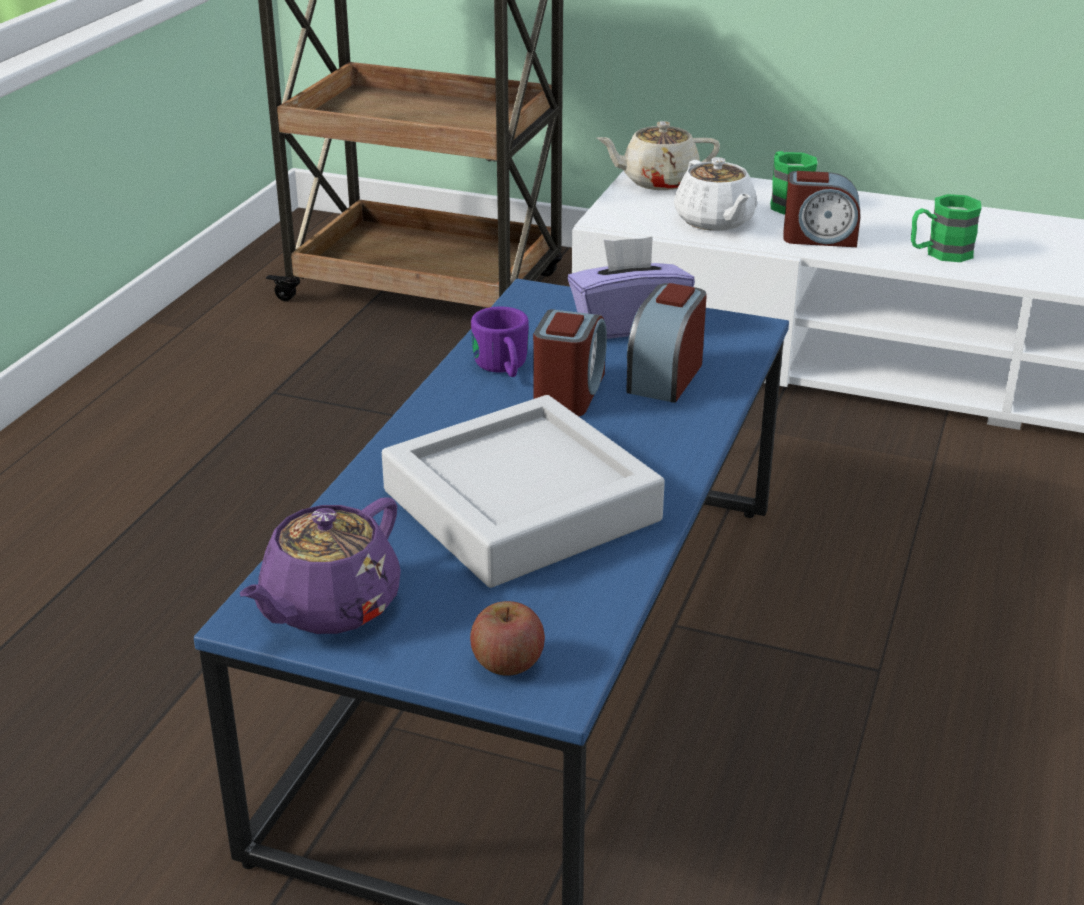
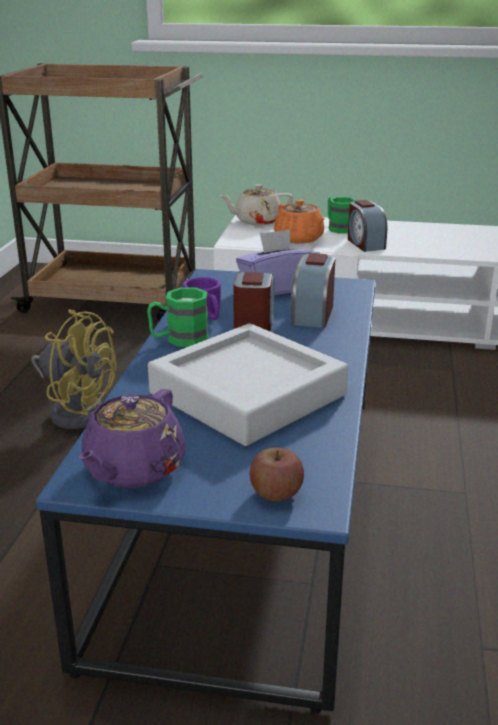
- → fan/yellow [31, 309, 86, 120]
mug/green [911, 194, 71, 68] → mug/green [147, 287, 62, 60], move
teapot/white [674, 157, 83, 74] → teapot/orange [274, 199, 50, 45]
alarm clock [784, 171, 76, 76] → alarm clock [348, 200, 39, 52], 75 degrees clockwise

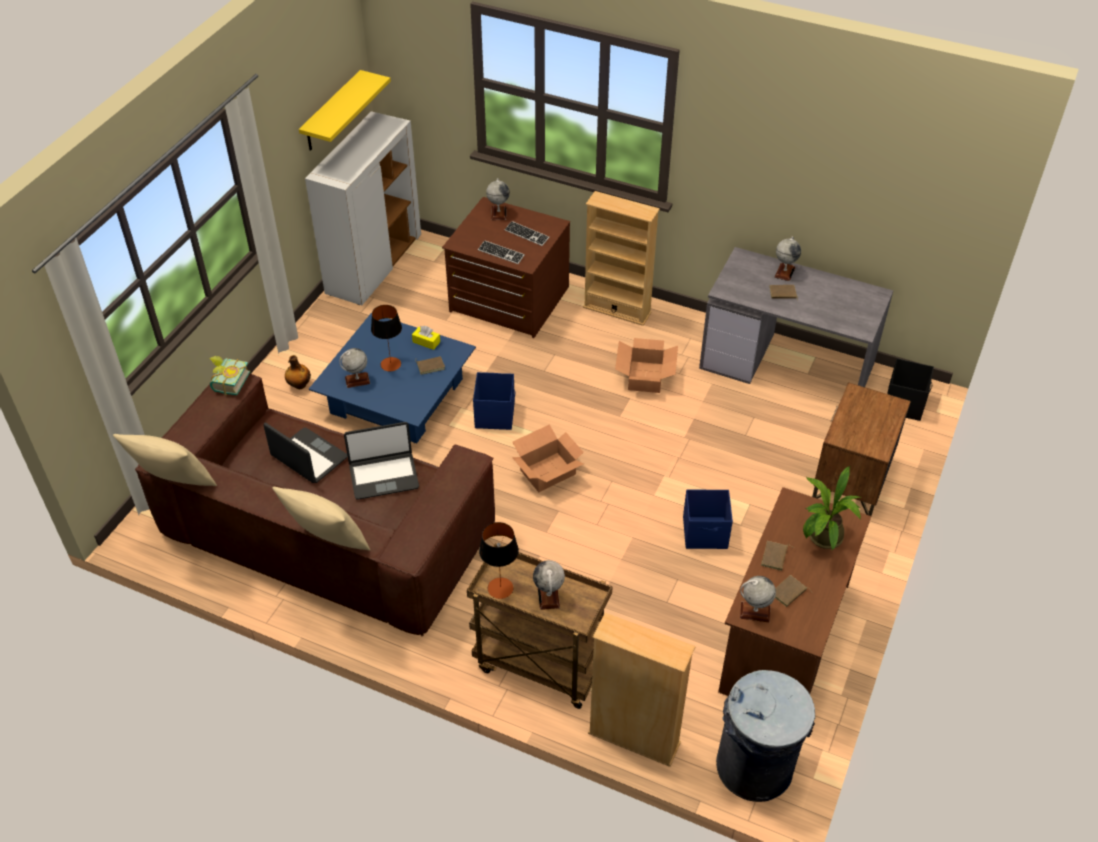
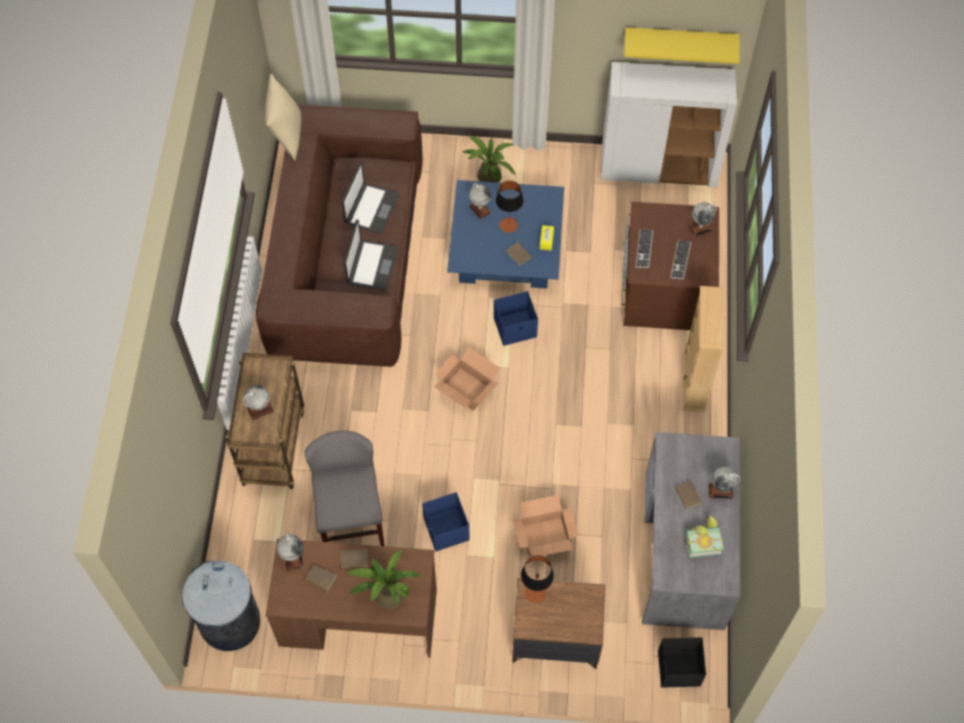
pillow/beige [272, 487, 98, 64] → -
bookcase/beige [588, 613, 108, 154] → -
- → chair/grey [305, 431, 79, 115]
book [210, 356, 40, 40] → book [685, 516, 39, 42], move
table lamp [479, 522, 40, 77] → table lamp [521, 555, 33, 48], move
cardboard box [615, 338, 63, 55] → cardboard box [513, 495, 66, 61], move
bottle [285, 355, 26, 34] → potted plant [462, 135, 54, 48]
laptop [344, 422, 75, 78] → laptop [344, 219, 54, 72], 135 degrees counterclockwise

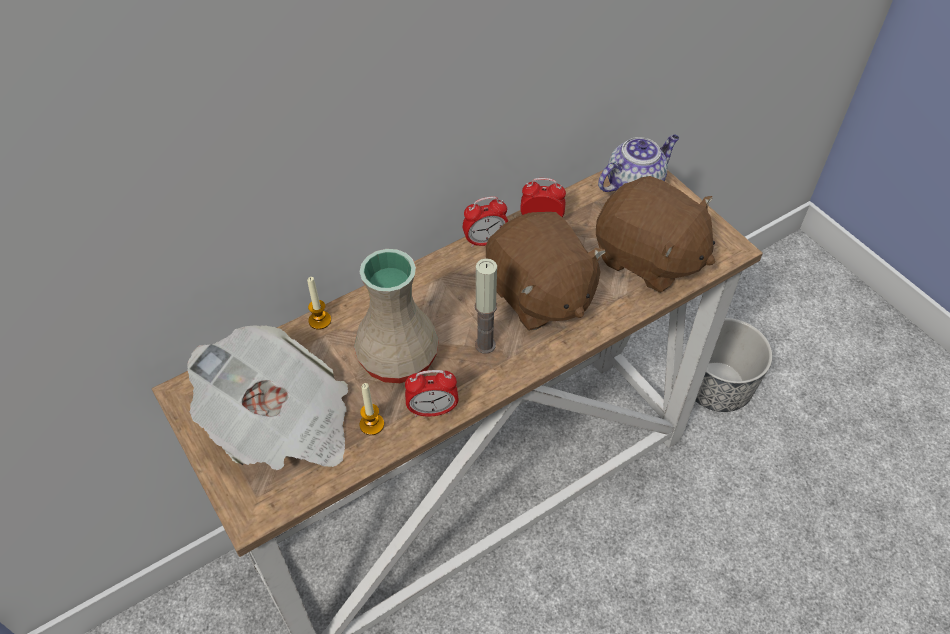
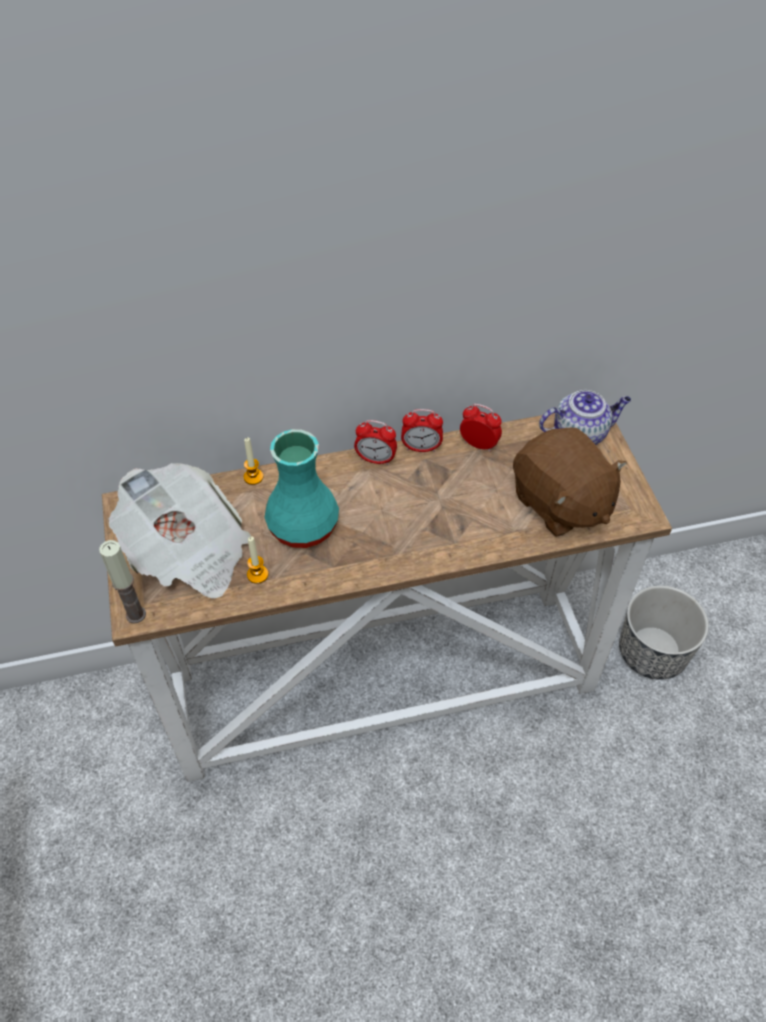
plush toy/brown [486, 212, 120, 119] → -
alarm clock [405, 370, 54, 47] → alarm clock [354, 420, 43, 45], move
candle [474, 258, 23, 96] → candle [99, 540, 47, 84], move
vase/beige [354, 249, 85, 134] → vase/turquoise [265, 429, 74, 119]

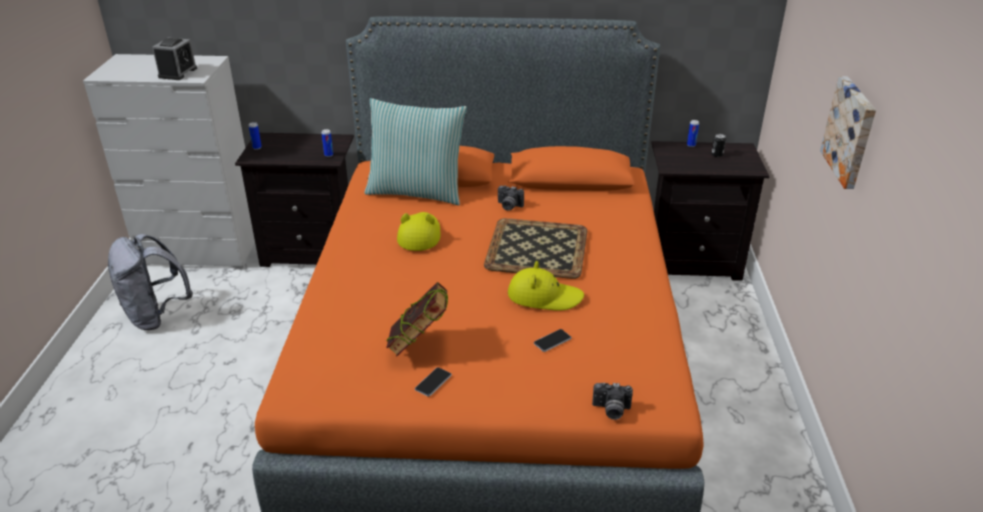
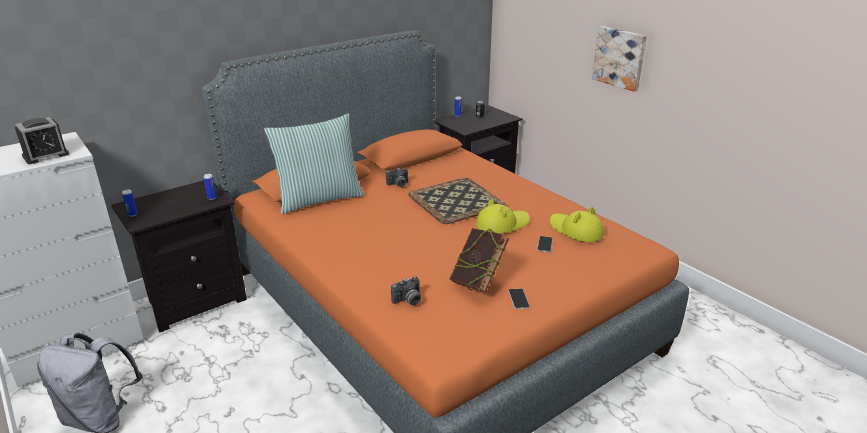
hat/yellow [397, 212, 43, 39] → hat/yellow [550, 207, 54, 35], move
photo camera [592, 383, 41, 37] → photo camera [391, 276, 30, 29], move
alarm clock [152, 38, 45, 42] → alarm clock [15, 117, 54, 47], 75 degrees clockwise

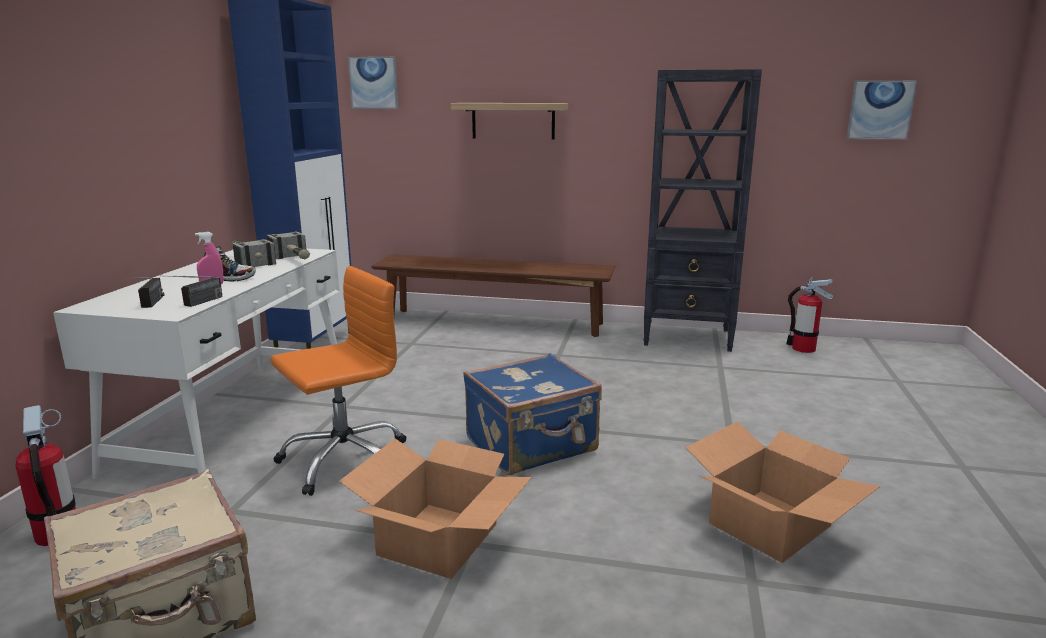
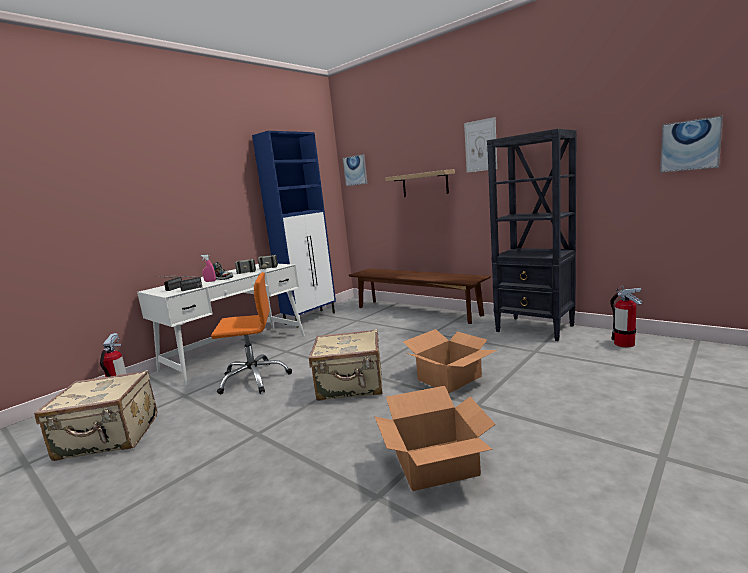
- → picture [464, 117, 33, 56]
cardboard box [339, 438, 193, 141] → cardboard box [403, 329, 94, 64], move
suitcase/blue [463, 353, 139, 122] → suitcase/beige [309, 329, 74, 72]

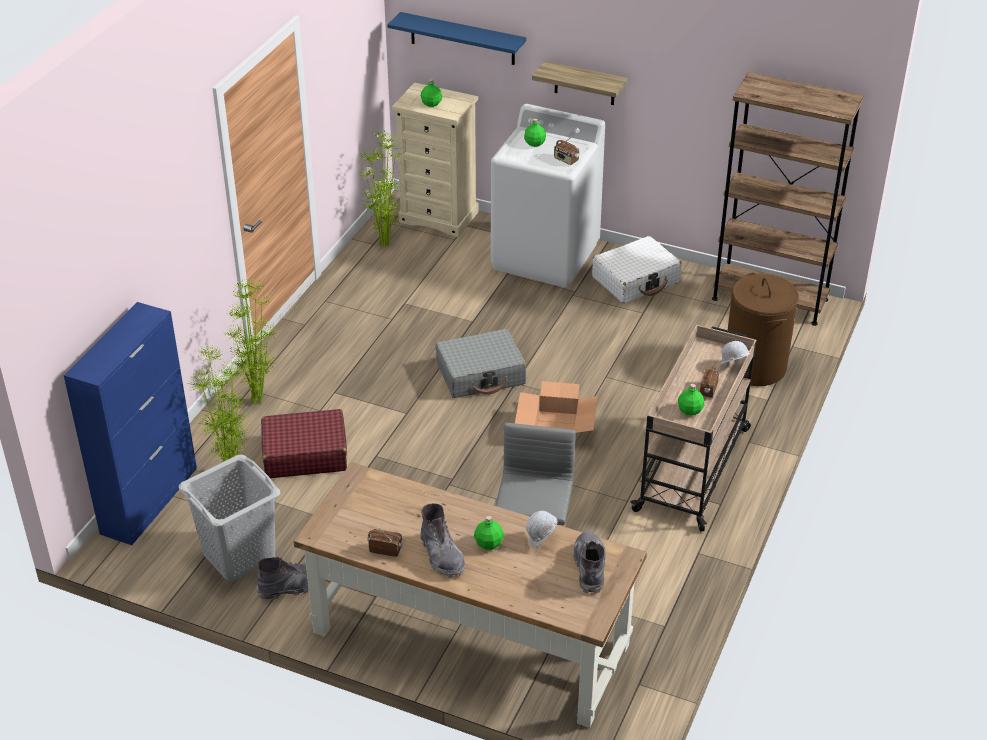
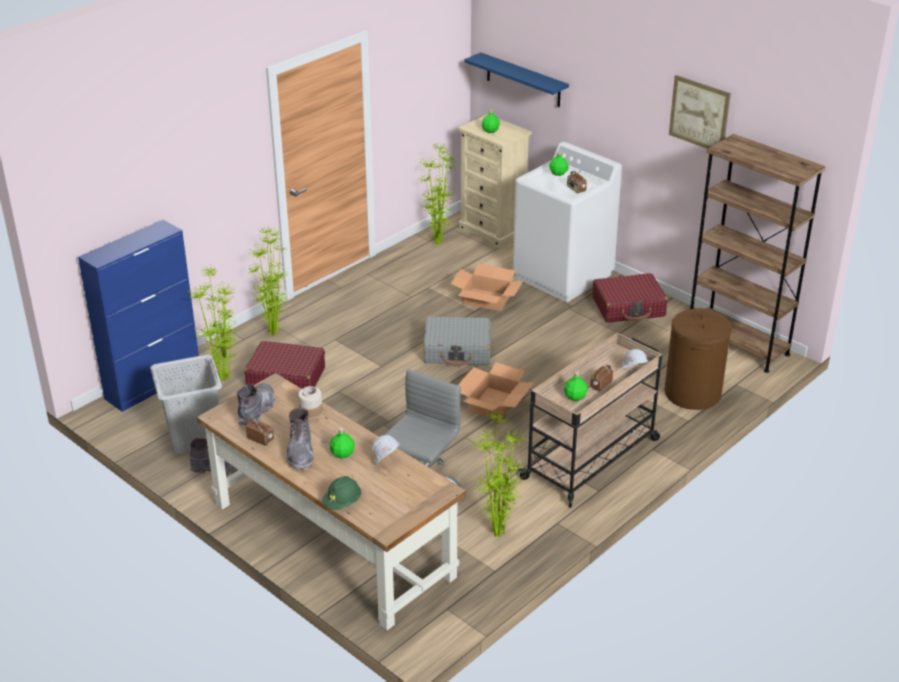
shelf [532, 61, 95, 44] → -
- → jar [298, 386, 24, 31]
- → hard hat/green [322, 476, 39, 34]
- → cardboard box [451, 264, 72, 47]
- → potted plant [469, 410, 58, 127]
- → picture [669, 75, 62, 74]
boot/grey [573, 532, 33, 62] → boot/grey [237, 383, 38, 43], move
suitcase/white [592, 236, 90, 67] → suitcase/red [593, 273, 75, 50]

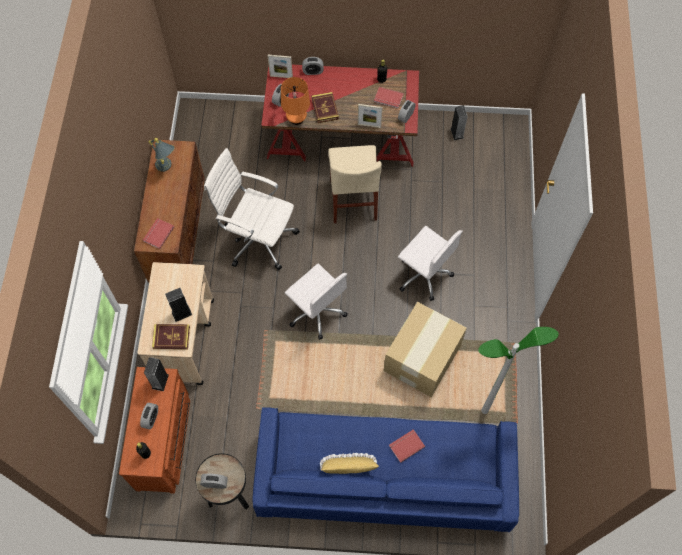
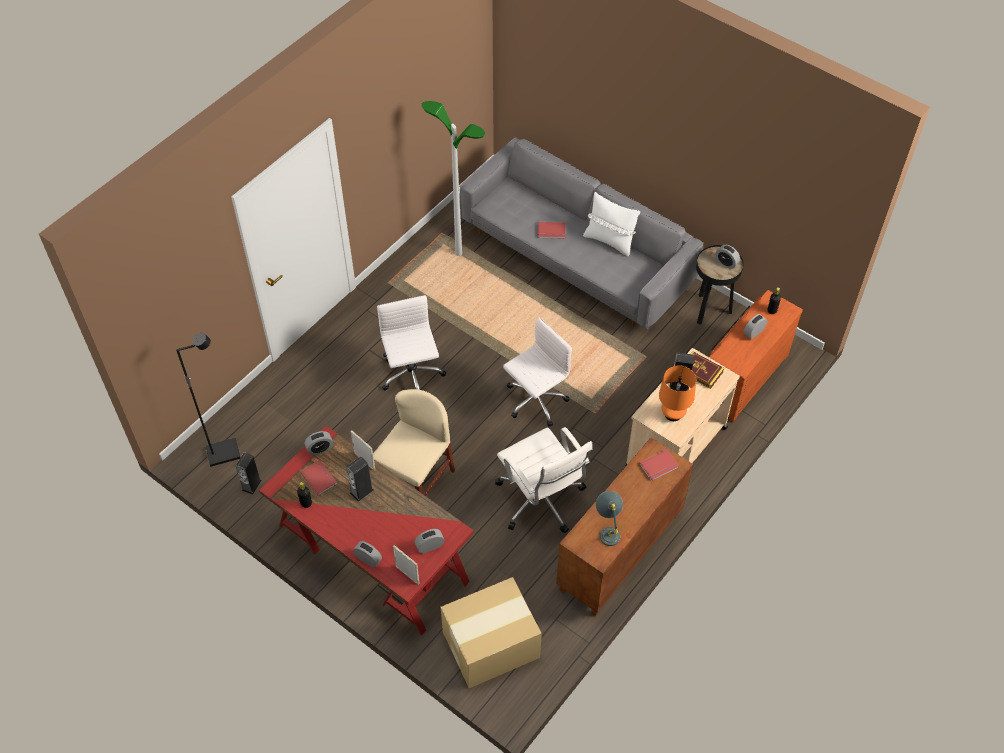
book [311, 92, 28, 31] → -
- → floor lamp/black [176, 332, 65, 135]
speaker [144, 357, 25, 34] → speaker [346, 456, 28, 46], move
table lamp/orange [281, 77, 29, 48] → table lamp/orange [659, 365, 37, 56], move
cardboard box [384, 302, 83, 95] → cardboard box [441, 577, 101, 111], move
sofa/blue [252, 407, 267, 125] → sofa/grey [460, 137, 244, 193]
pillow/yellow [320, 453, 59, 21] → pillow/white [583, 192, 57, 65]
office chair/white [285, 264, 63, 76] → office chair/white [503, 317, 69, 110], 60 degrees clockwise

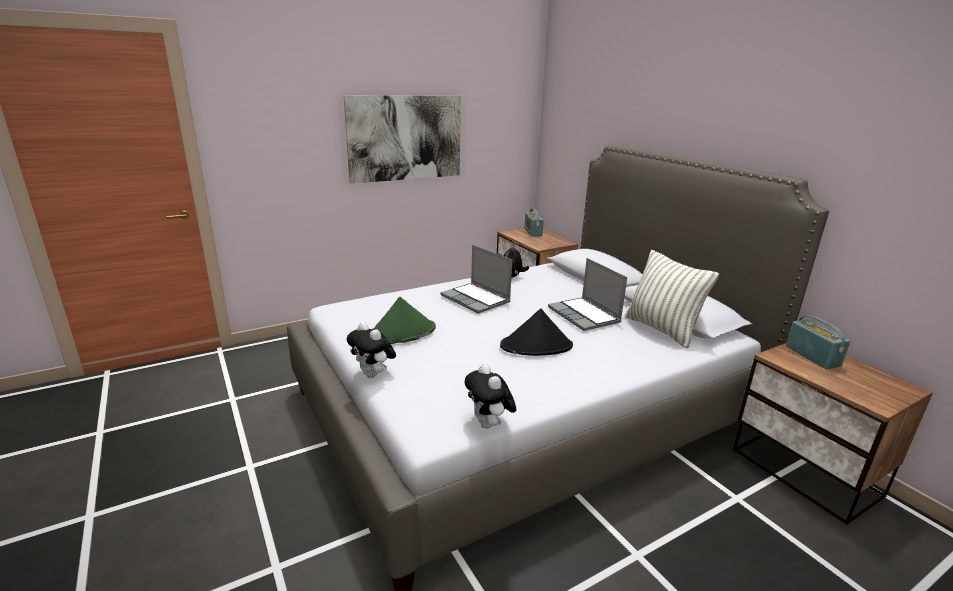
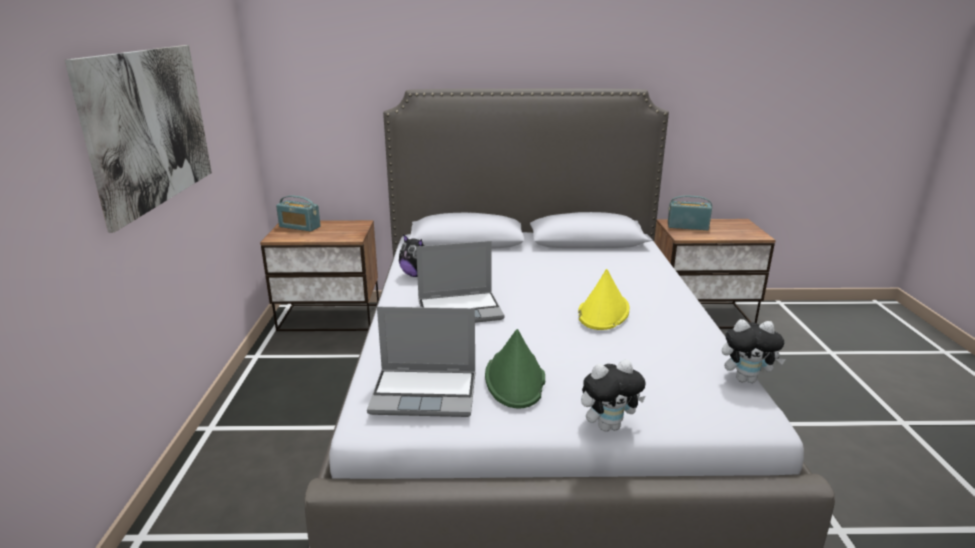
pillow [625, 250, 94, 98] → -
laptop [548, 258, 79, 73] → laptop [367, 307, 108, 110], move
hat/black [500, 308, 73, 48] → hat/yellow [578, 269, 51, 61]

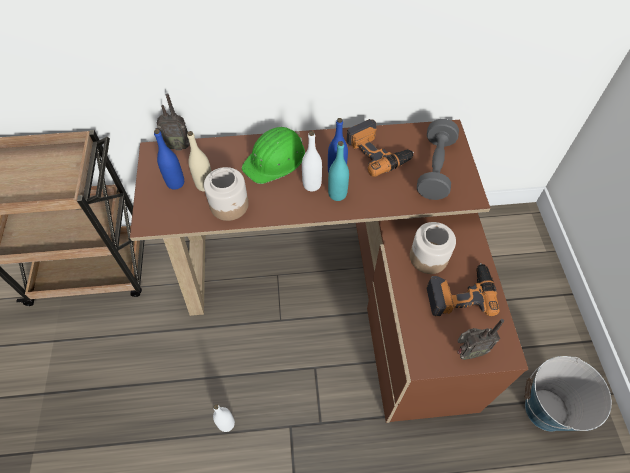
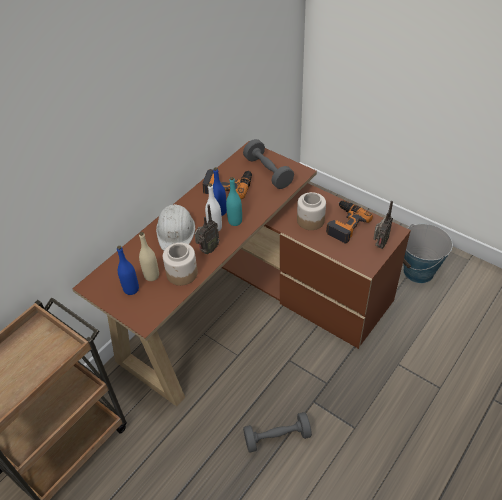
radio [156, 93, 34, 58] → radio [194, 204, 25, 50], move
bottle/white [213, 404, 22, 28] → dumbbell/grey [243, 412, 69, 40]
hard hat/green [242, 127, 63, 57] → hard hat/white [156, 204, 39, 47]

